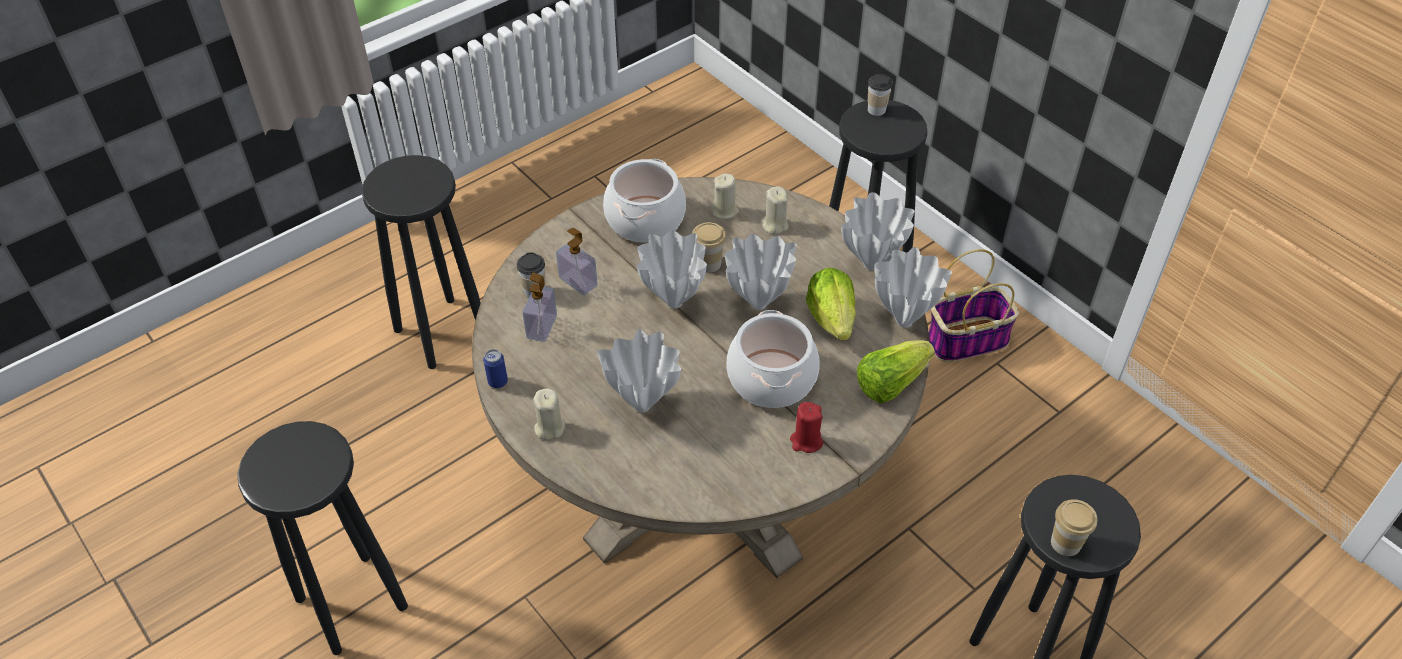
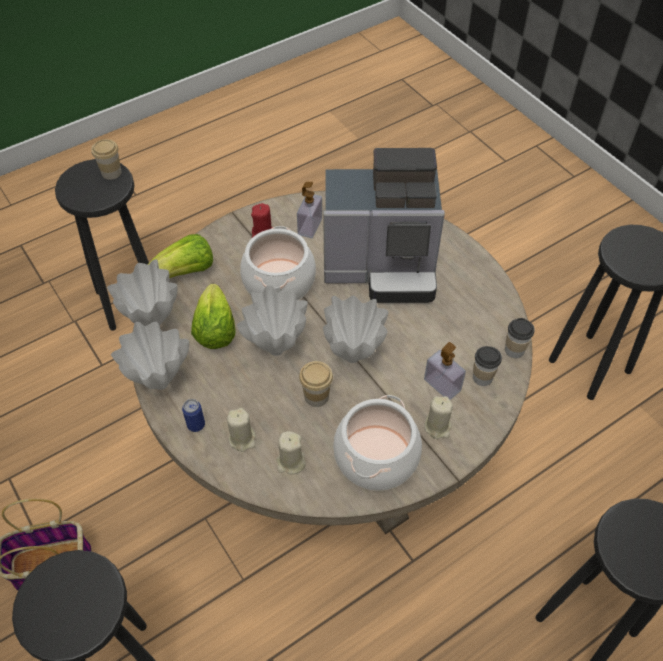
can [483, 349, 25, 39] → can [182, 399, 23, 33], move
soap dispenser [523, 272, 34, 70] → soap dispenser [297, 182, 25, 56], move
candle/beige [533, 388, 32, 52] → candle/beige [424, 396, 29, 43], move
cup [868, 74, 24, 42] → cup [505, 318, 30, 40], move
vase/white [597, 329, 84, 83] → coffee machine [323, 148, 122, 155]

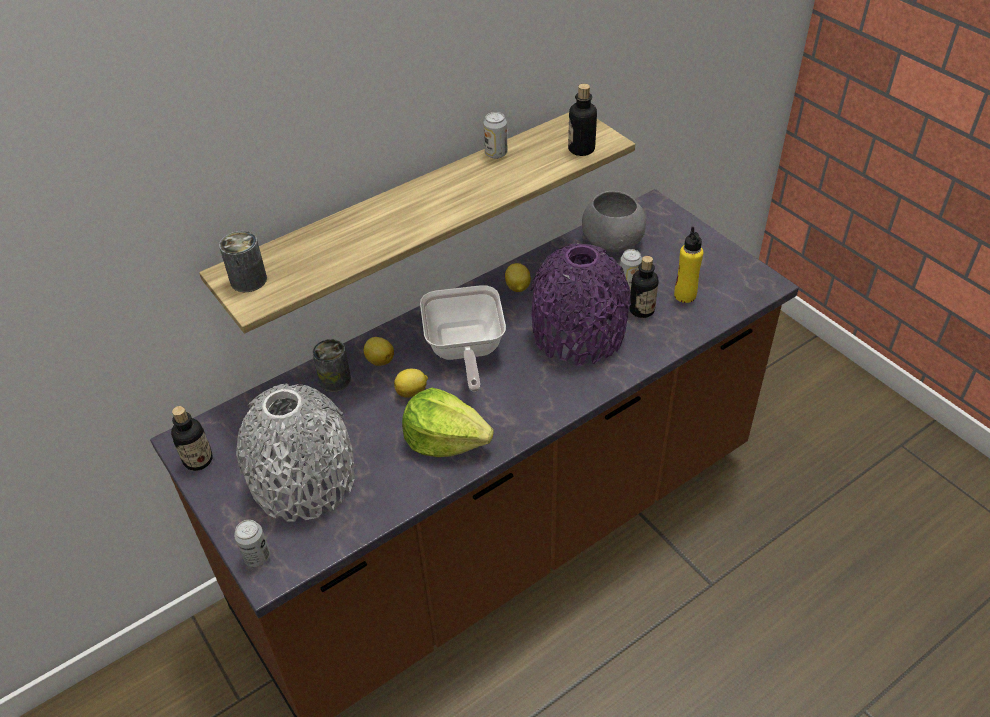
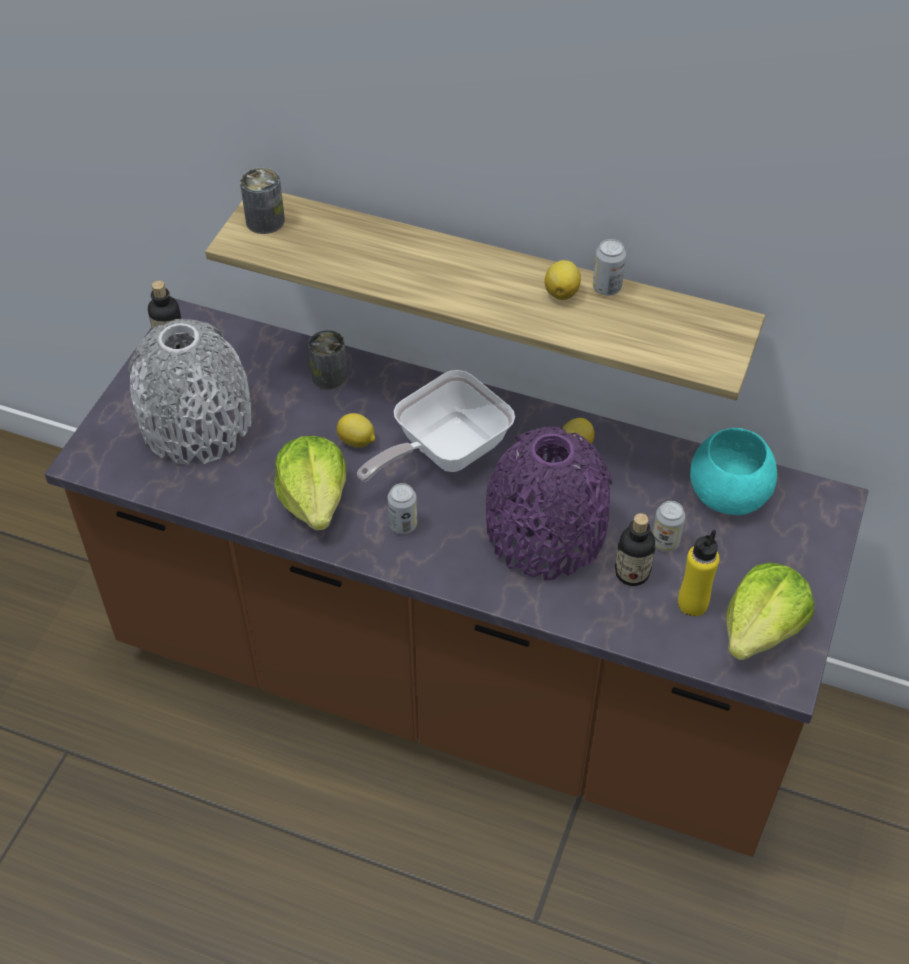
bottle [568, 84, 29, 72] → -
- → lettuce [727, 563, 87, 97]
can [234, 520, 36, 47] → can [388, 483, 29, 51], move
lemon [364, 337, 30, 29] → lemon [544, 260, 37, 40], move
bowl/grey [582, 191, 64, 61] → bowl/turquoise [690, 428, 87, 87]

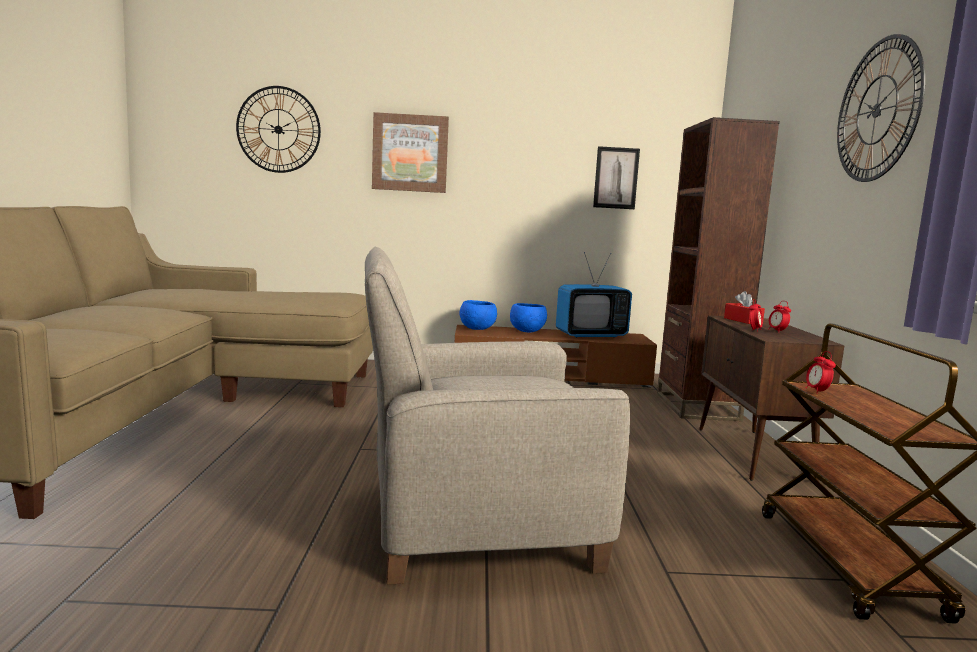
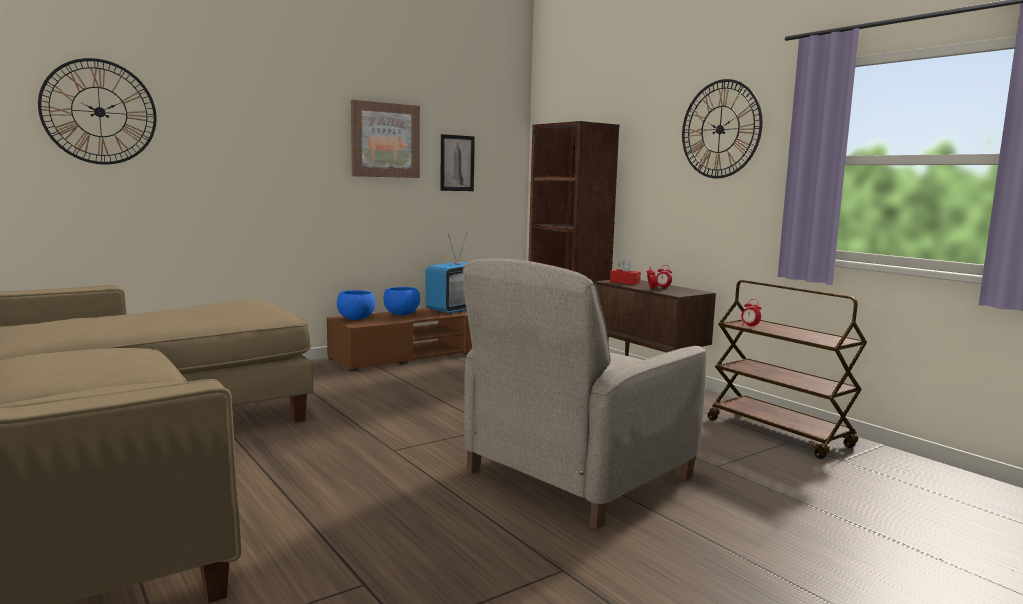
picture [372, 112, 77, 81] → picture [351, 100, 69, 78], move

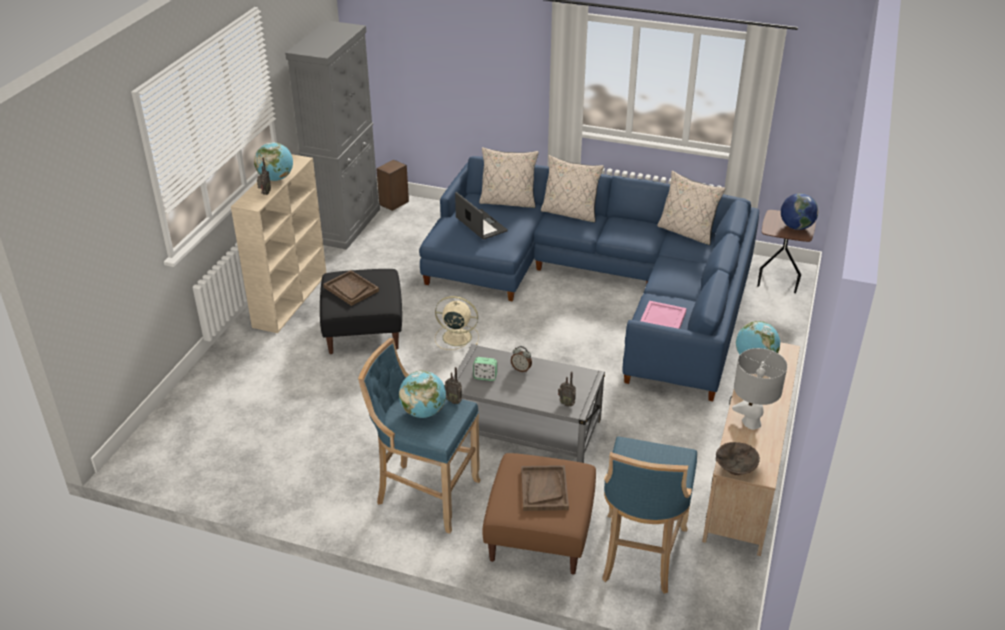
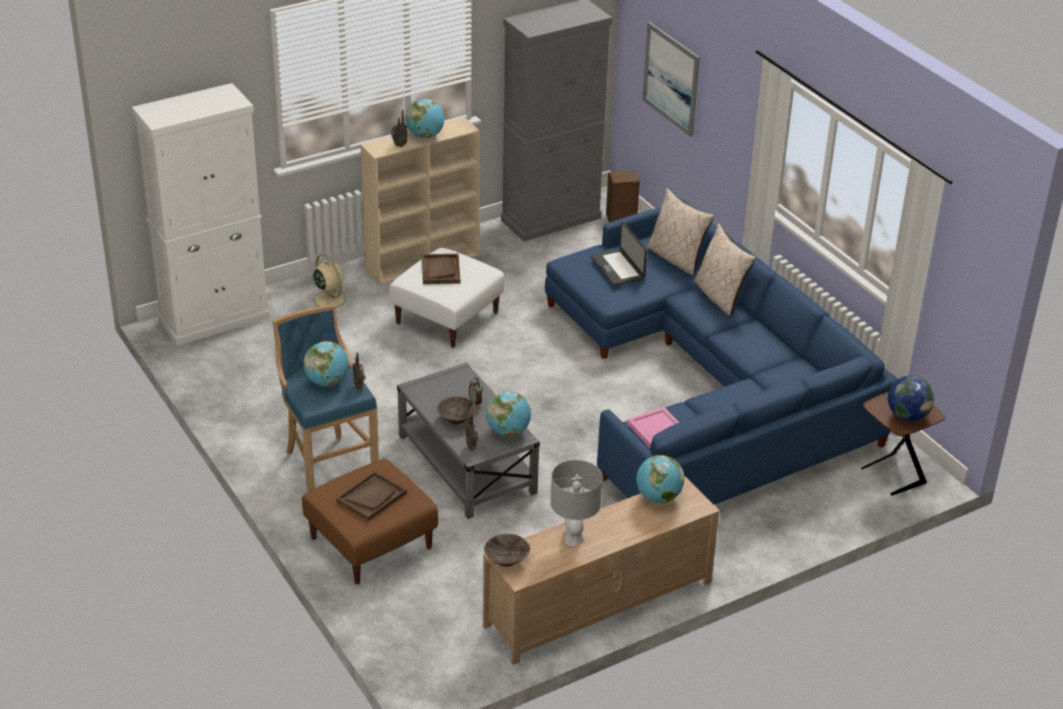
alarm clock [473, 357, 24, 24] → -
stool/blue [602, 436, 95, 158] → -
pillow/beige [657, 171, 69, 74] → -
- → cabinet/white [132, 83, 138, 263]
- → bowl/brown [437, 396, 40, 29]
- → globe [486, 392, 45, 45]
- → picture [642, 22, 58, 115]
fan/beige [435, 296, 44, 54] → fan/beige [305, 254, 47, 59], move
ottoman/black [320, 269, 82, 85] → ottoman/white [389, 248, 115, 100]
laptop [455, 192, 53, 48] → laptop [591, 222, 56, 64], 150 degrees clockwise

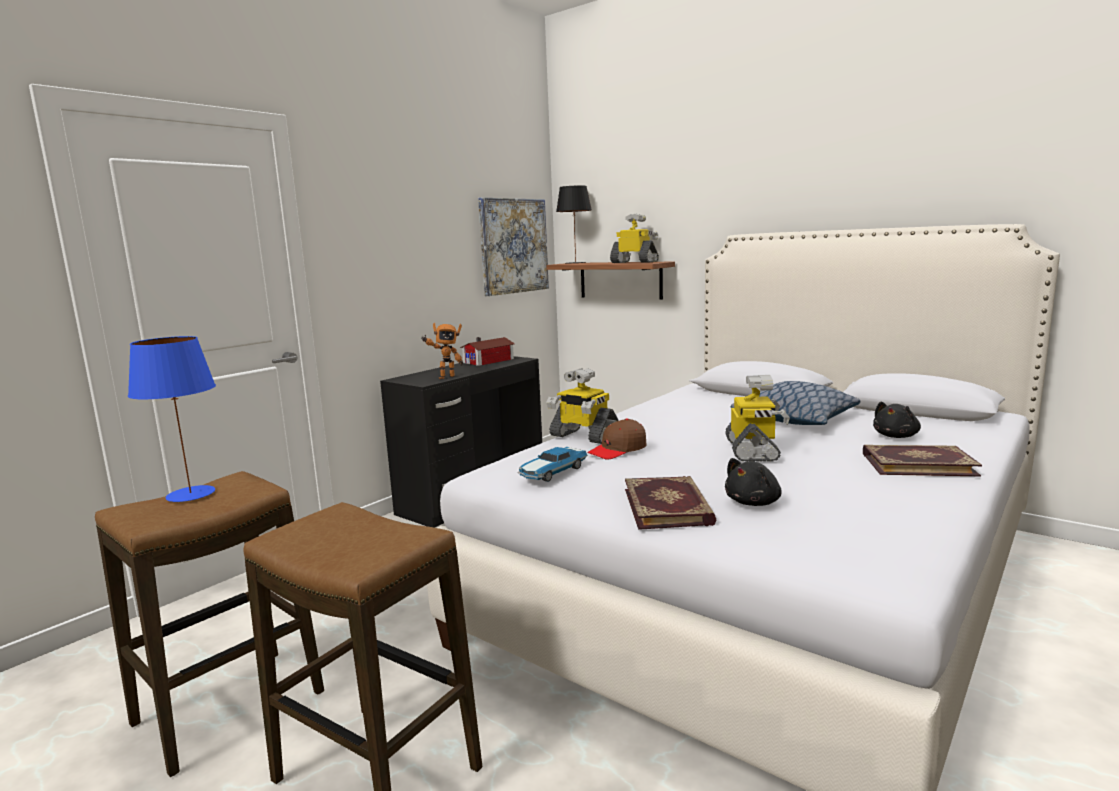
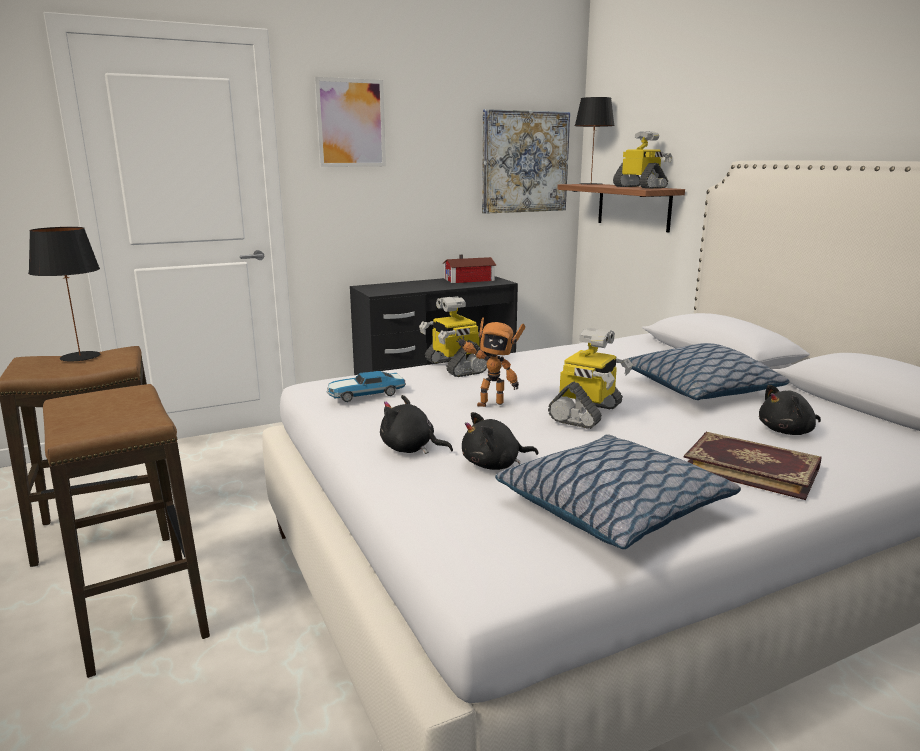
cap/brown [587, 419, 60, 41] → -
- → picture [315, 77, 71, 90]
- → pillow [495, 434, 246, 115]
toy robot [421, 323, 42, 56] → toy robot [456, 318, 69, 89], move
book [625, 476, 91, 54] → plush toy/black [380, 395, 73, 59]
table lamp/blue [128, 336, 88, 166] → table lamp/black [28, 227, 72, 134]

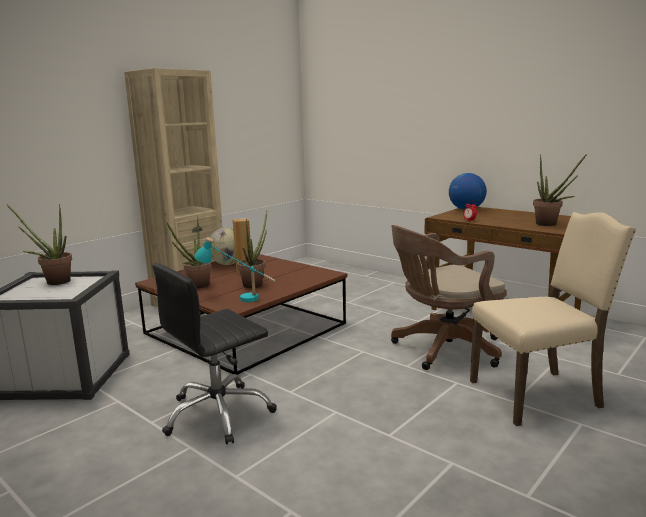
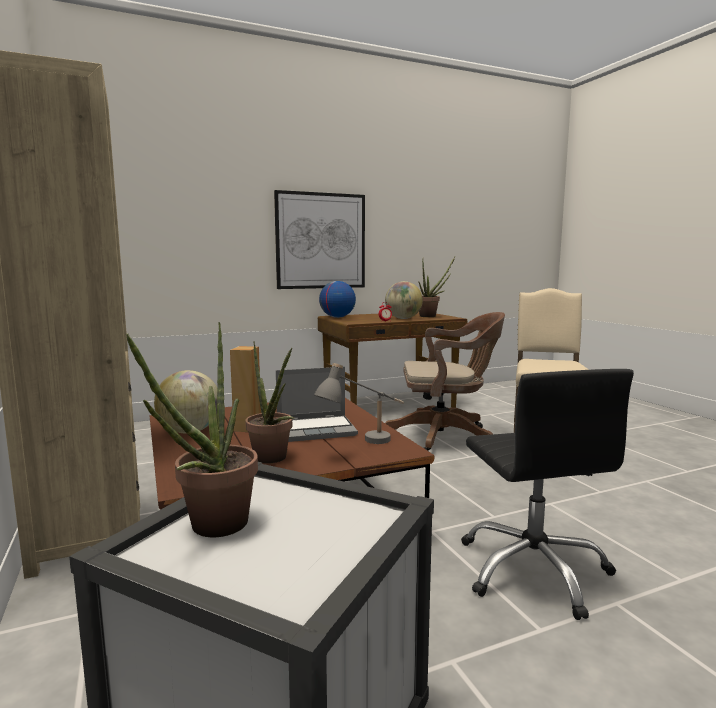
- → picture [274, 190, 91, 99]
- → globe [385, 281, 38, 38]
potted plant [238, 210, 29, 78] → laptop [276, 367, 82, 75]
table lamp/turquoise [194, 237, 81, 65] → table lamp/grey [314, 363, 90, 81]
office chair/brown [391, 225, 116, 145] → office chair/brown [385, 312, 120, 139], 90 degrees counterclockwise

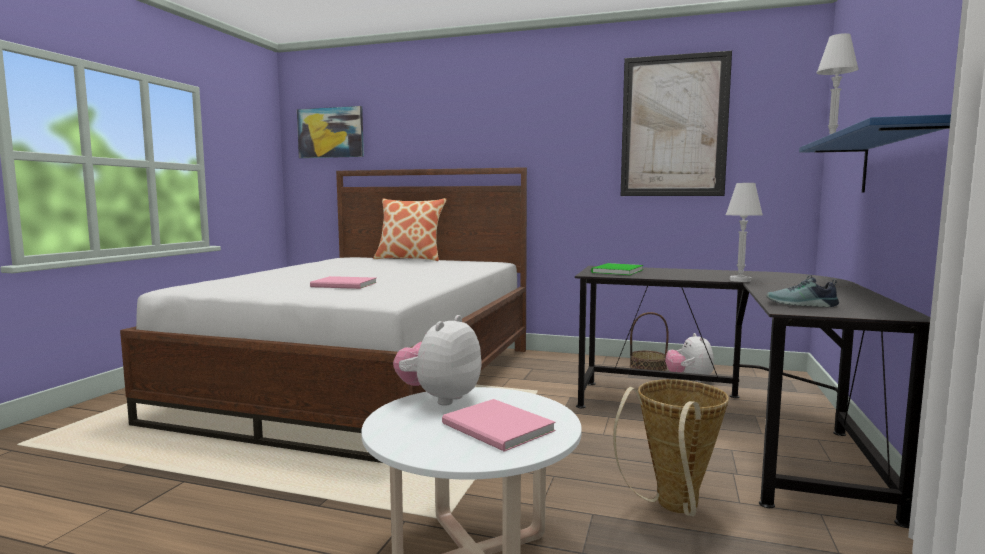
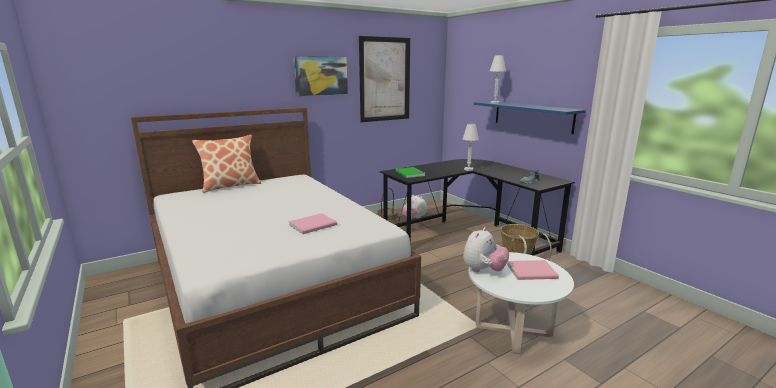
picture [297, 106, 67, 52] → picture [293, 56, 55, 40], move
plush toy [393, 315, 89, 91] → plush toy [463, 227, 46, 45], 120 degrees counterclockwise

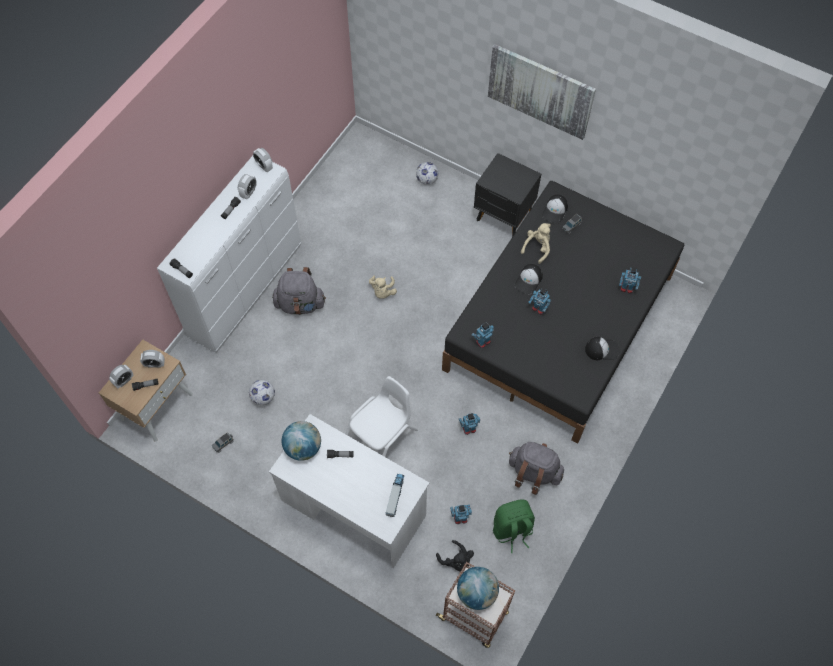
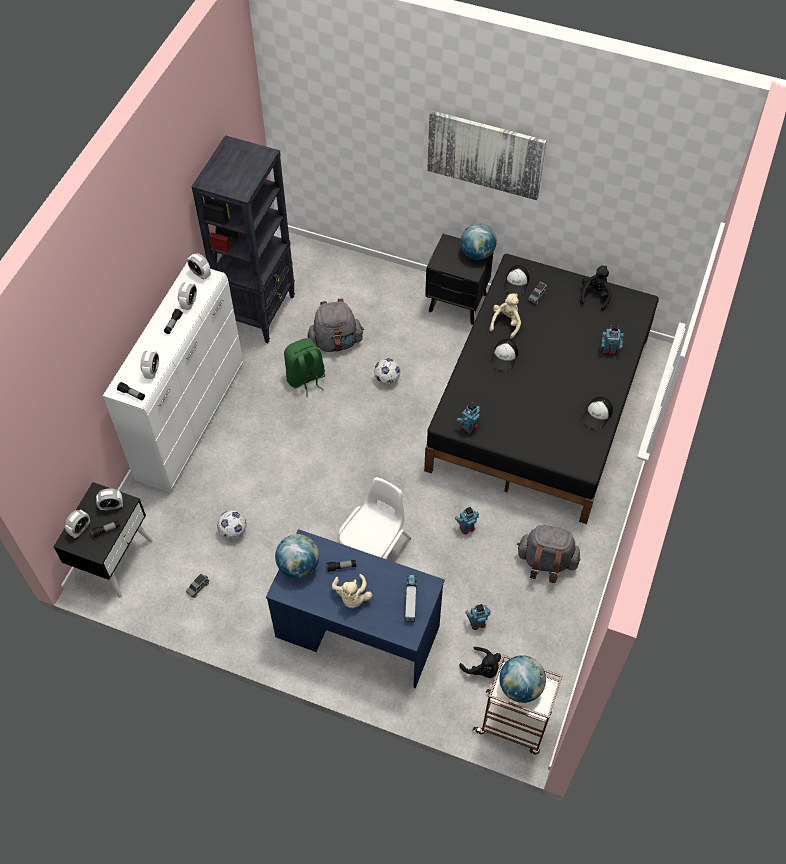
toy robot [528, 288, 23, 27] → -
- → alarm clock [140, 350, 19, 29]
- → bookcase/black [191, 135, 104, 208]
- → globe [460, 223, 37, 37]
- → plush toy/black [580, 266, 32, 45]
backpack/grey [272, 267, 54, 48] → backpack/grey [307, 298, 57, 54], move
plush toy/beige [369, 276, 28, 23] → plush toy/beige [332, 574, 40, 34], move
football [416, 162, 22, 23] → football [374, 358, 26, 26], move
backpack/green [493, 500, 42, 53] → backpack/green [284, 338, 41, 59], move
nightstand/beige [99, 340, 94, 102] → nightstand/black [53, 482, 100, 116]
desk/white [269, 414, 160, 154] → desk/blue [266, 529, 179, 160]
cap [585, 337, 34, 23] → cap [581, 397, 32, 33], 135 degrees clockwise

